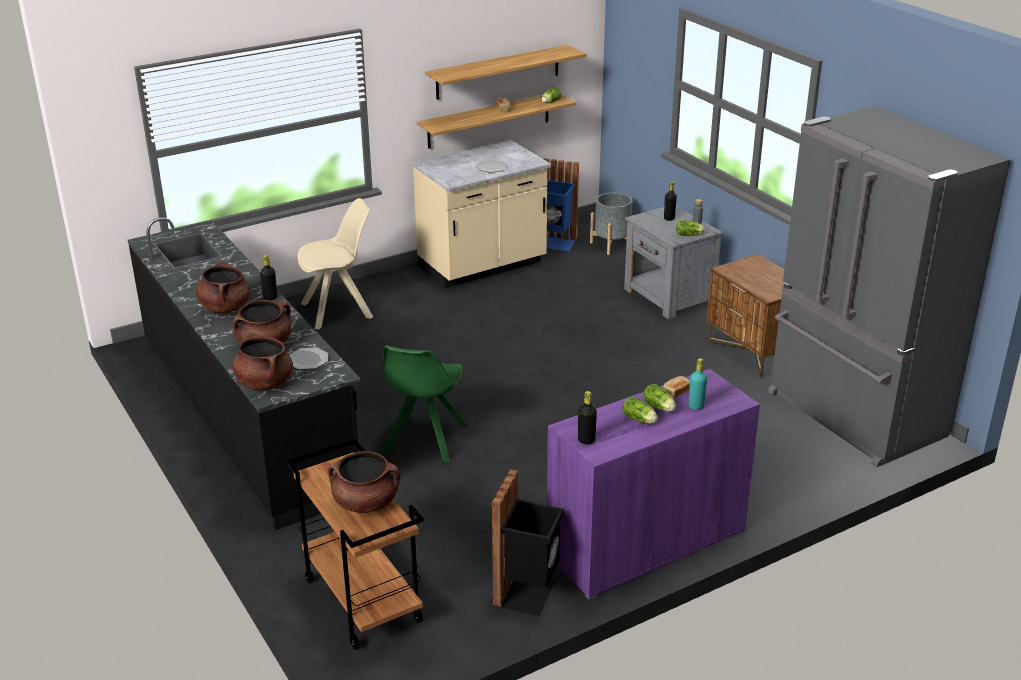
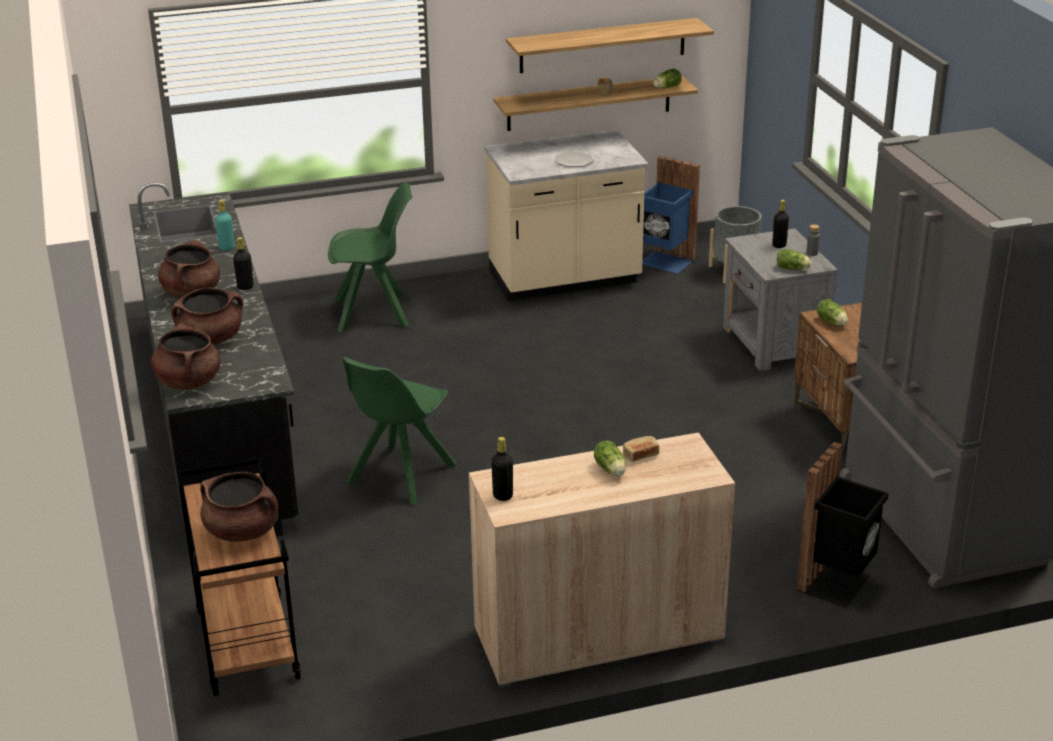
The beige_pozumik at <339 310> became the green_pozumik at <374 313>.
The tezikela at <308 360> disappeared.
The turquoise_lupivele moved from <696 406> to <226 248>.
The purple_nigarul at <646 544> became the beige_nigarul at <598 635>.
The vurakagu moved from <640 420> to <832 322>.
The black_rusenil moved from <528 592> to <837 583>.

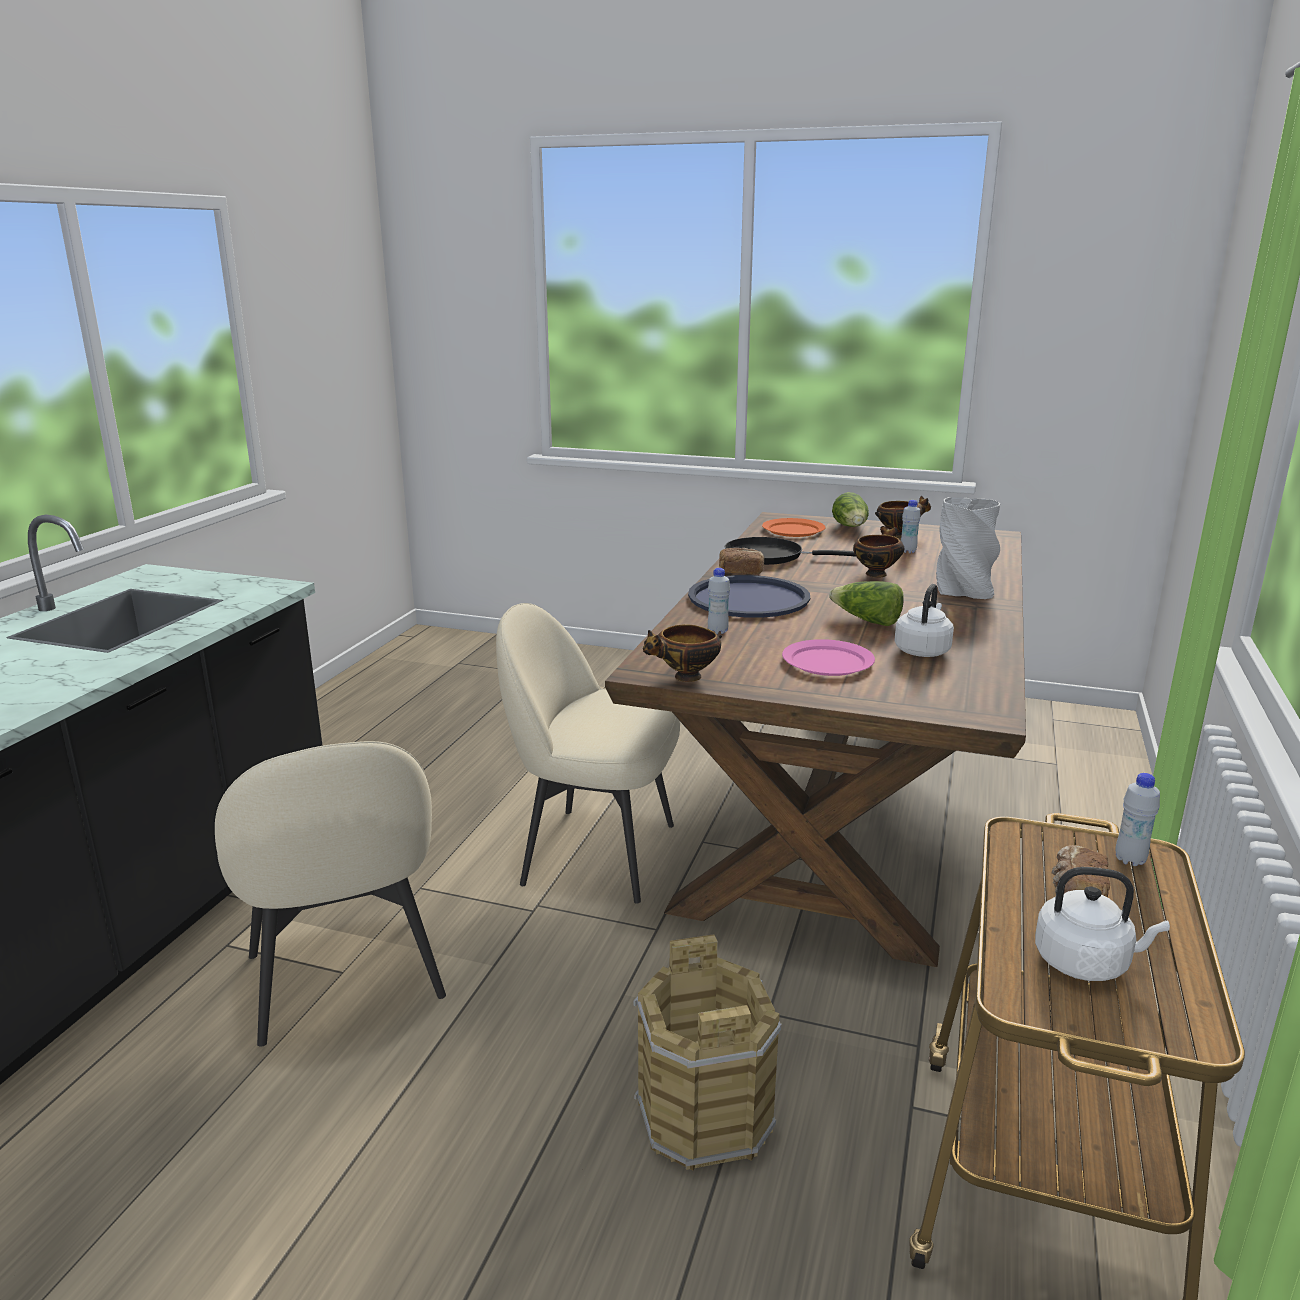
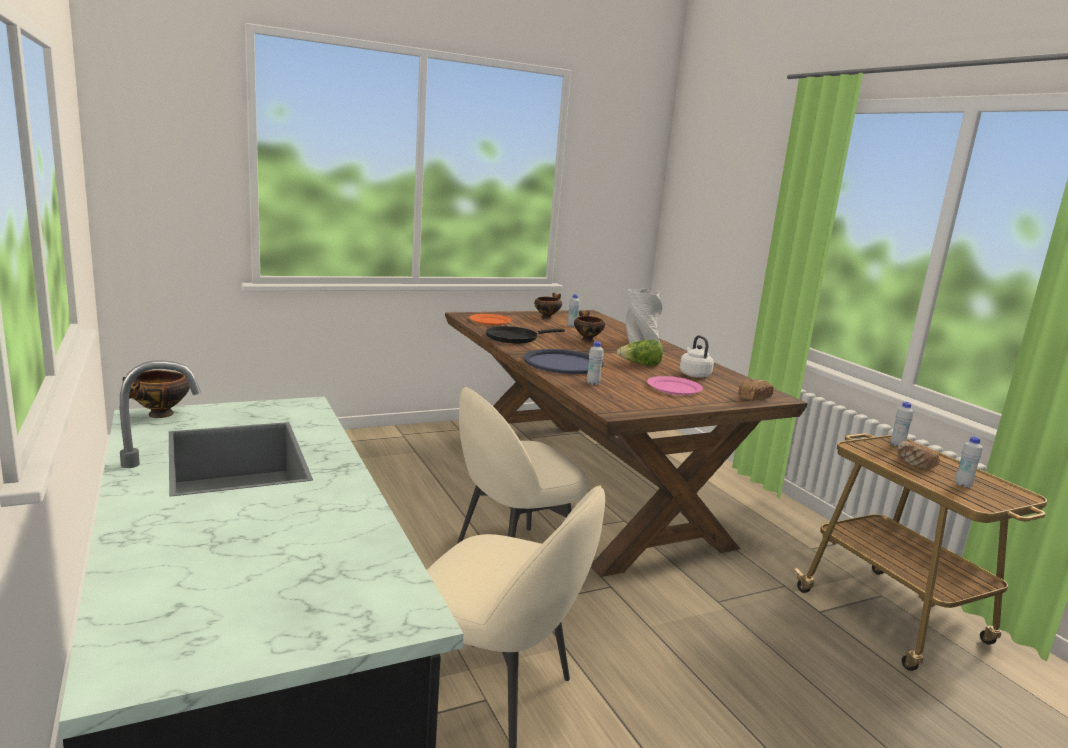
The vurakagu at <851 528> disappeared.
The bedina moved from <741 572> to <753 398>.
The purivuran moved from <685 678> to <159 415>.
The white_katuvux at <1086 963> was replaced by the white_lupivele at <962 485>.
The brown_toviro at <703 1116> disappeared.

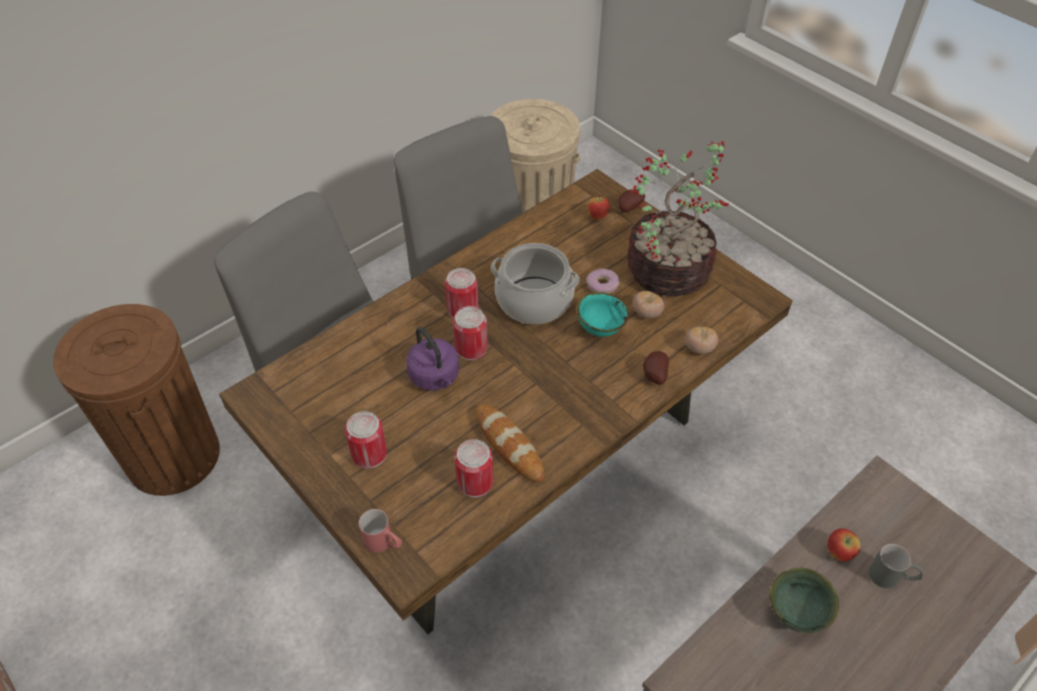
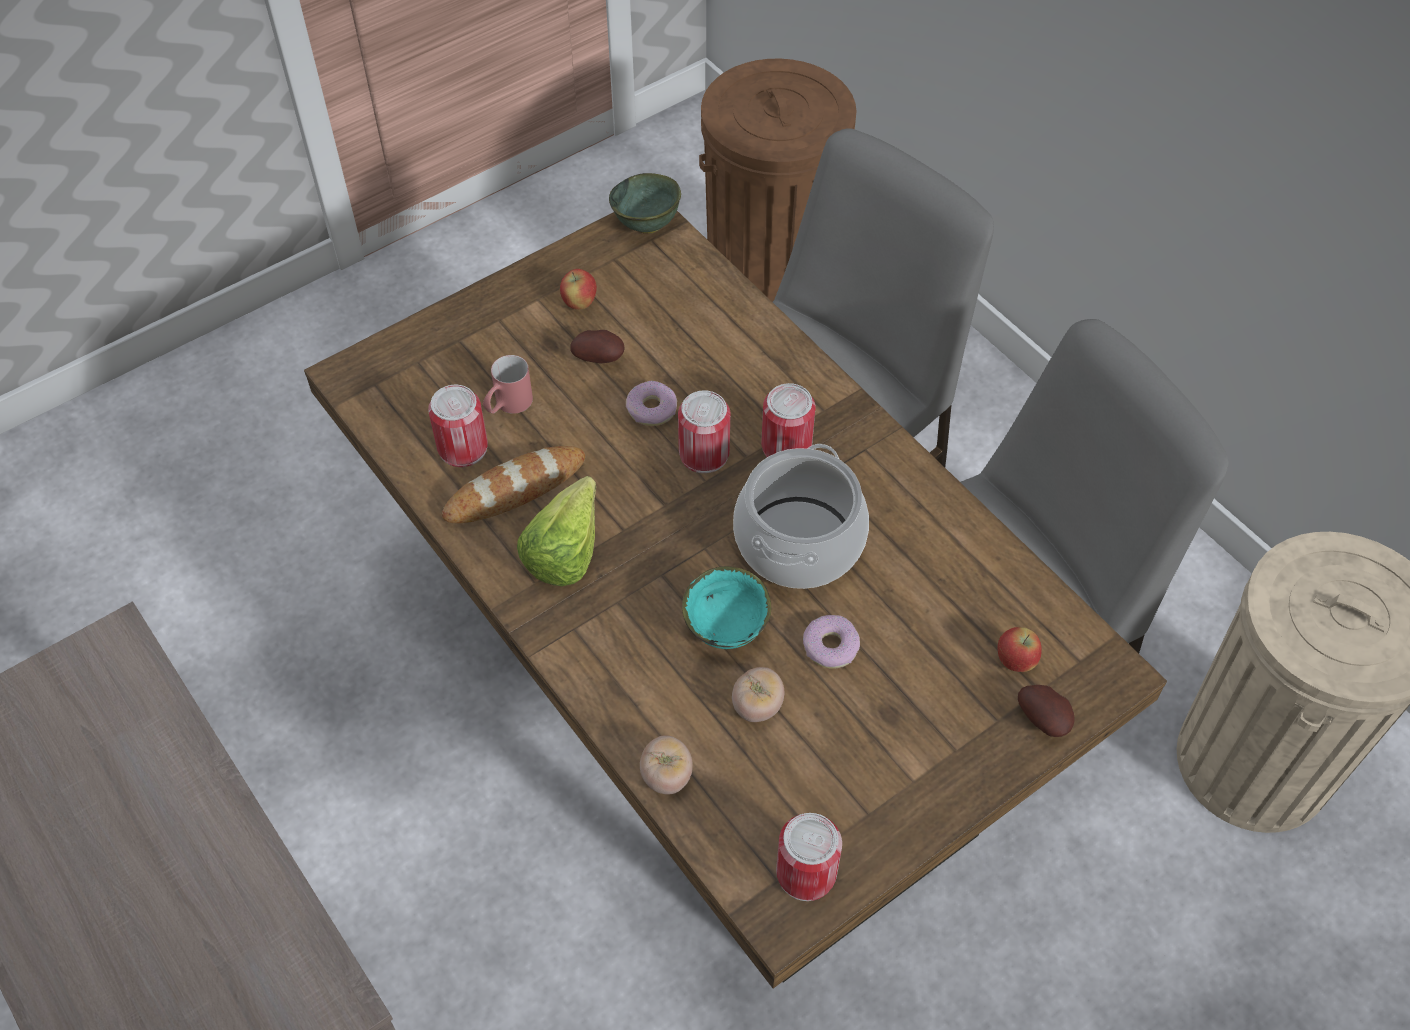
The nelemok at <670 270> disappeared.
The purple_katuvux at <435 377> was replaced by the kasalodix at <651 409>.
The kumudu moved from <653 375> to <600 357>.
The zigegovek moved from <369 454> to <806 873>.
The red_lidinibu moved from <384 543> to <507 406>.
The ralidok moved from <838 553> to <579 303>.
The grey_lidinibu at <891 577> disappeared.
The green_purivuran moved from <797 614> to <646 225>.
The vurakagu at <571 545> appeared.

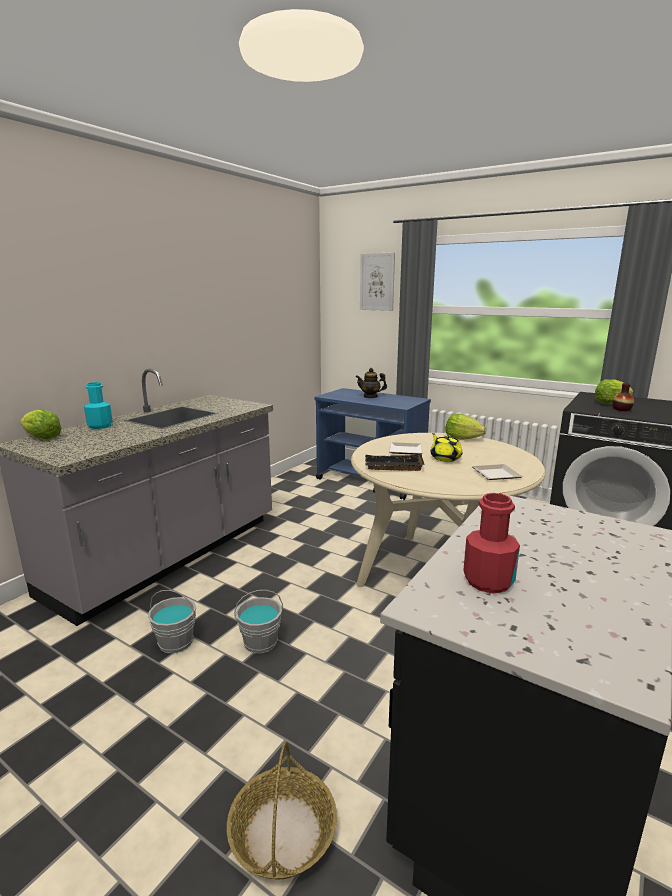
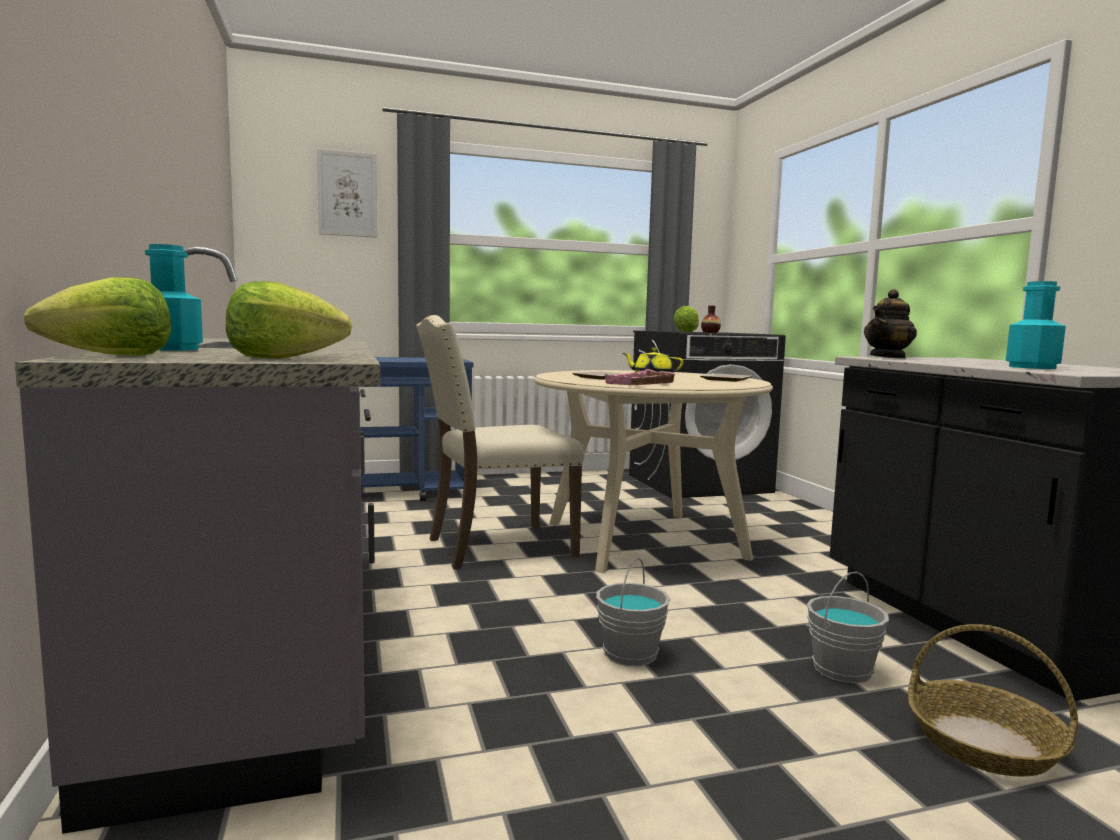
The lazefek moved from <370 396> to <888 357>.
The vurakagu moved from <462 438> to <283 358>.
The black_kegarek at <393 467> became the pink_kegarek at <642 384>.
The red_lupivele at <488 581> became the turquoise_lupivele at <1032 367>.
The grey_toviro moved from <176 642> to <841 669>.
The beige_pozumik at <497 547> appeared.

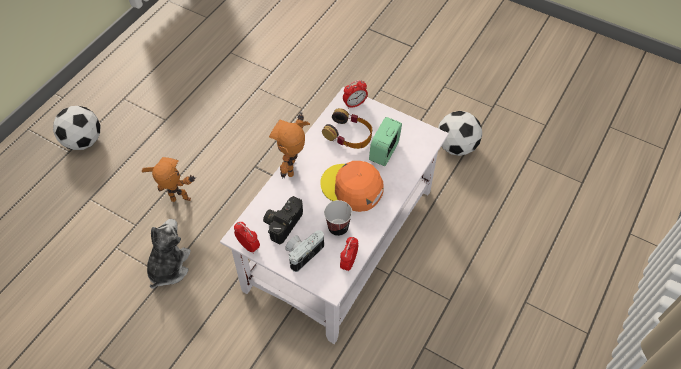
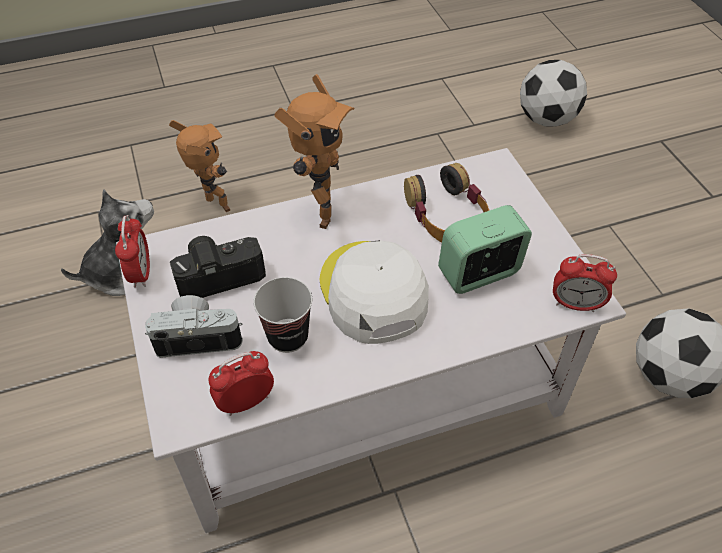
The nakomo moved from <354 104> to <575 304>.
The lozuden moved from <83 141> to <546 119>.
The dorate at <295 169> turned 135 degrees clockwise.
The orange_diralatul at <352 188> became the white_diralatul at <372 293>.

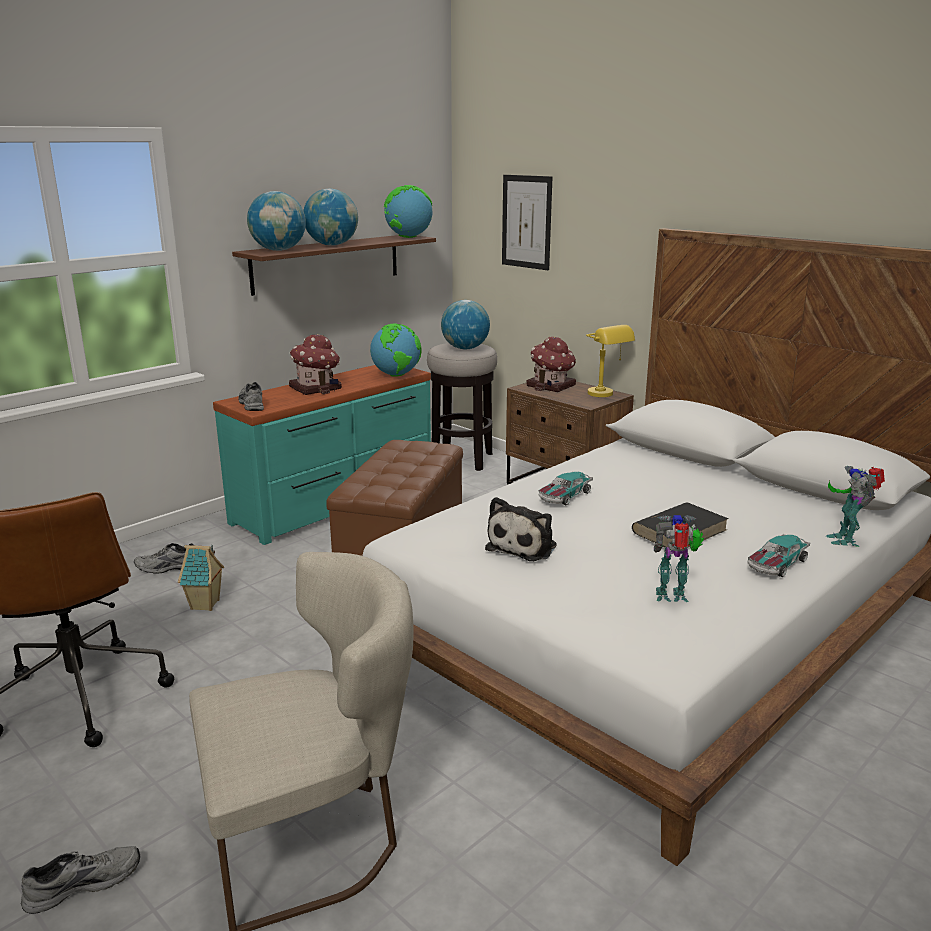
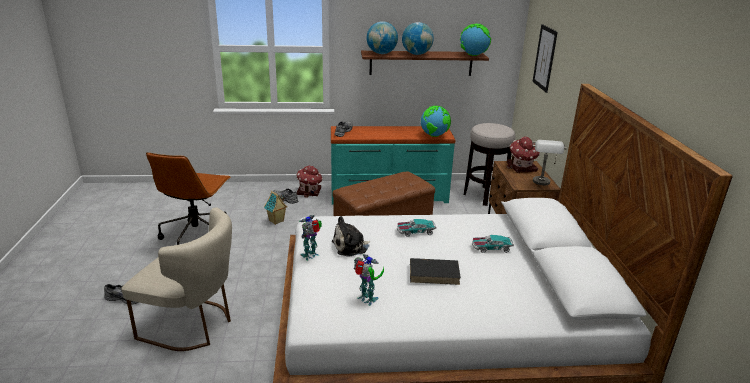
The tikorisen at <465 348> disappeared.
The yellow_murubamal at <606 395> became the grey_murubamal at <542 184>.
The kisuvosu moved from <316 388> to <309 191>.
The dorate moved from <845 539> to <311 255>.
The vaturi moved from <776 564> to <491 248>.

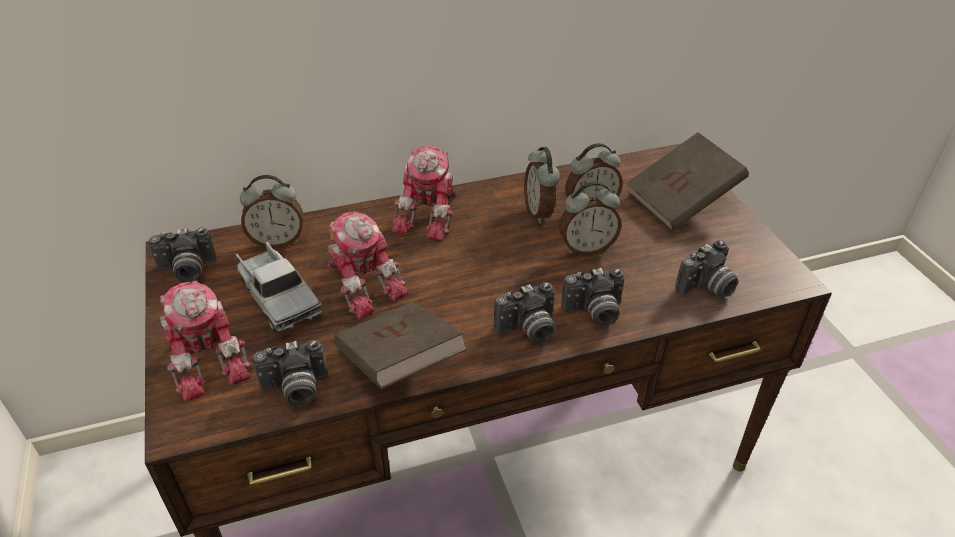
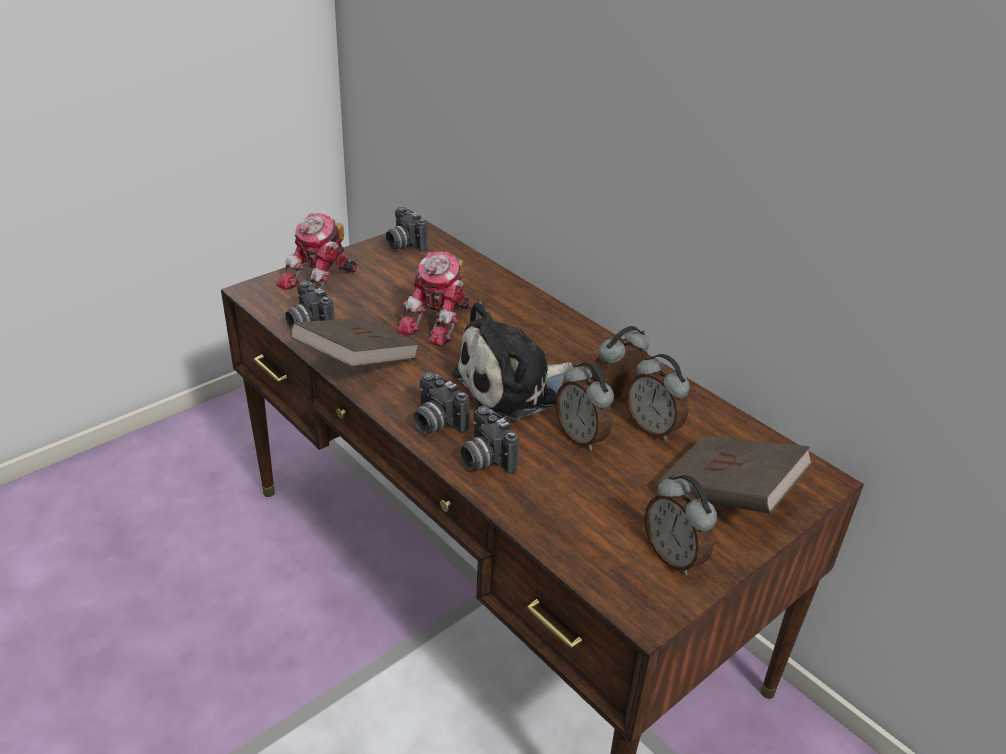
The dorate at <431 215> disappeared.
The nakomo moved from <277 241> to <674 556>.
The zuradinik at <707 288> disappeared.
The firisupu at <278 297> disappeared.
The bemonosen at <512 387> appeared.

